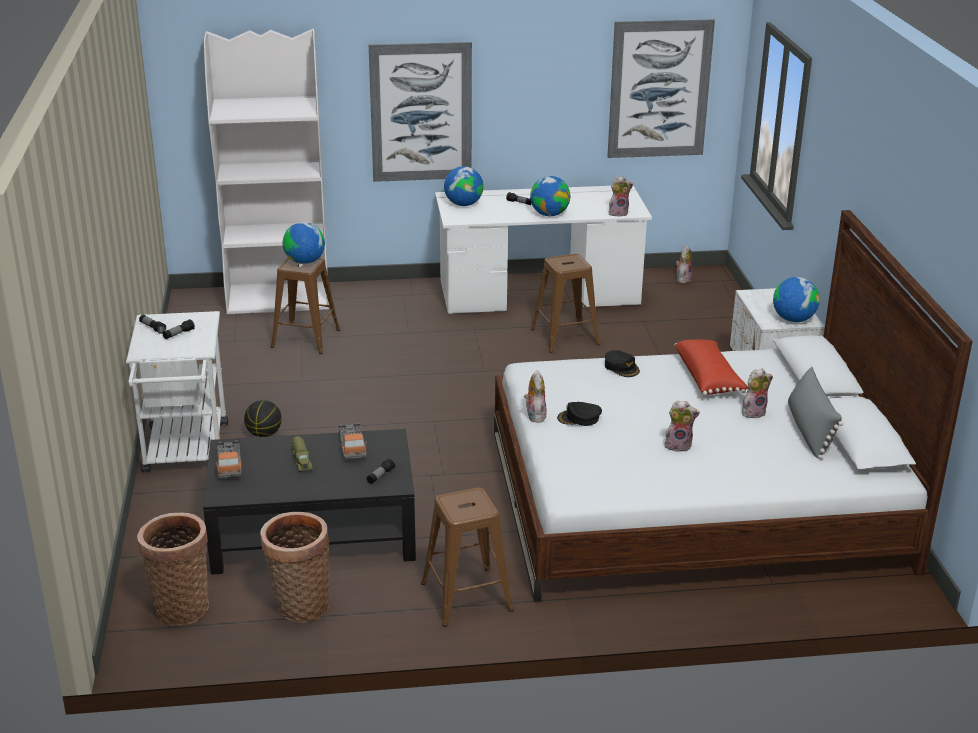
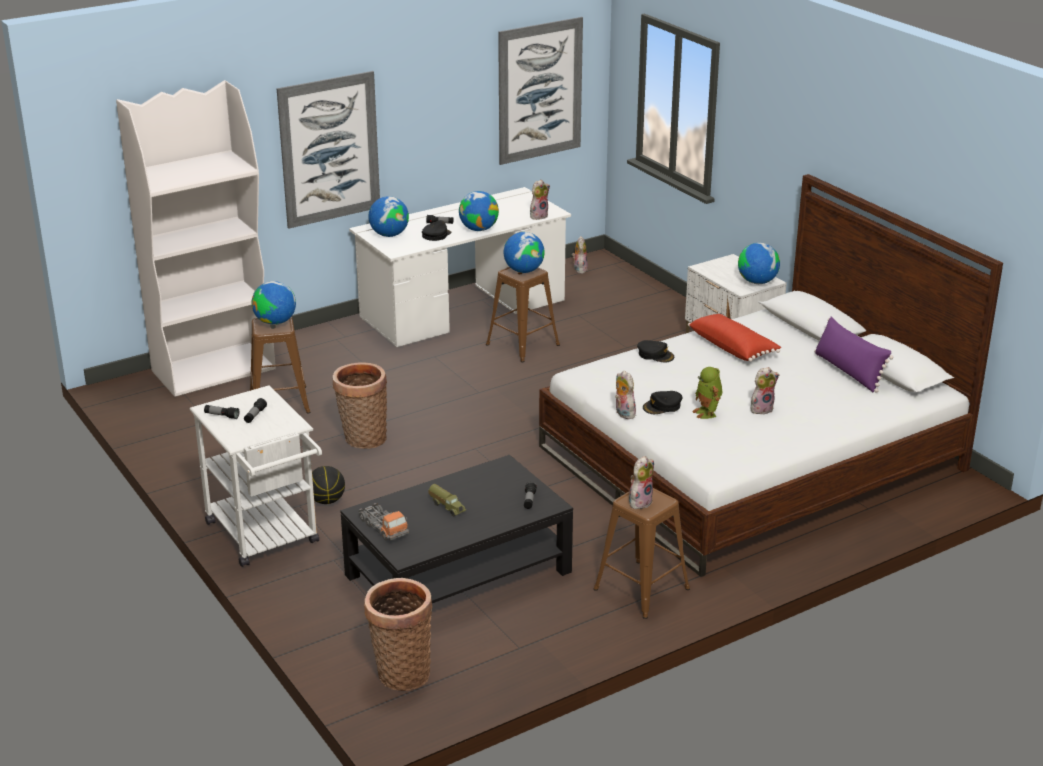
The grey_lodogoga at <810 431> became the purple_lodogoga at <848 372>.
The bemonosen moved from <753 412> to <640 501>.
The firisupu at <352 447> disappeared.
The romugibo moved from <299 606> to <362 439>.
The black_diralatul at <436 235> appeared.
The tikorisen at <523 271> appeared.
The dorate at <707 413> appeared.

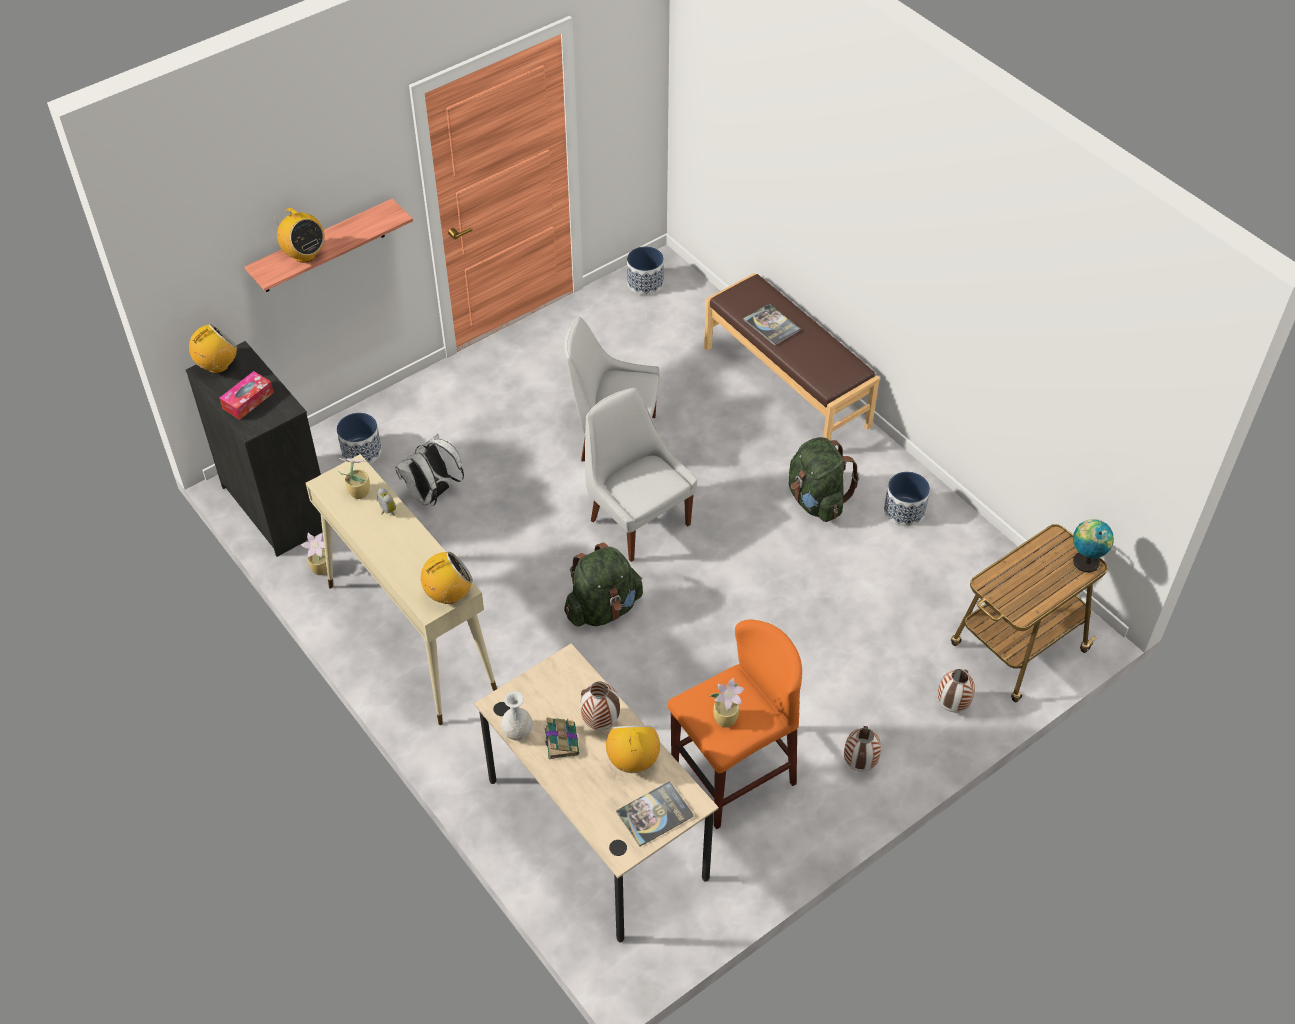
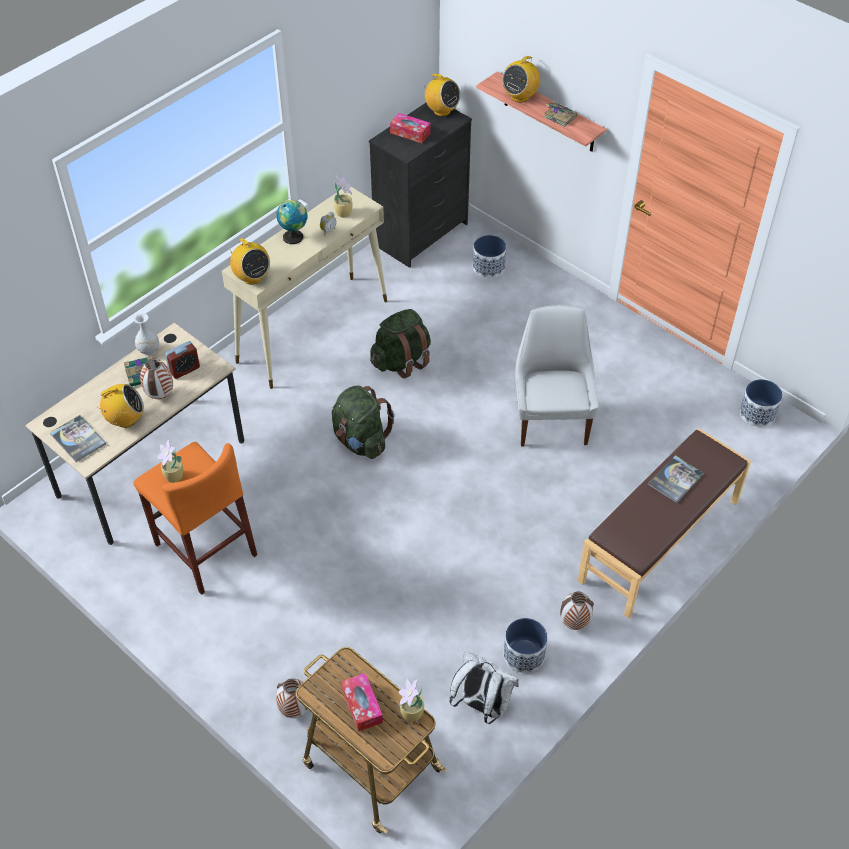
The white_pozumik at <637 520> disappeared.
The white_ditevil moved from <432 495> to <482 705>.
The green_ditevil moved from <816 500> to <401 361>.
The tikorisen moved from <1085 560> to <294 236>.
The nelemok moved from <322 569> to <411 714>.
The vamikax moved from <860 765> to <573 624>.
The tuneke at <559 116> appeared.
The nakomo at <184 369> appeared.
The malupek at <362 706> appeared.

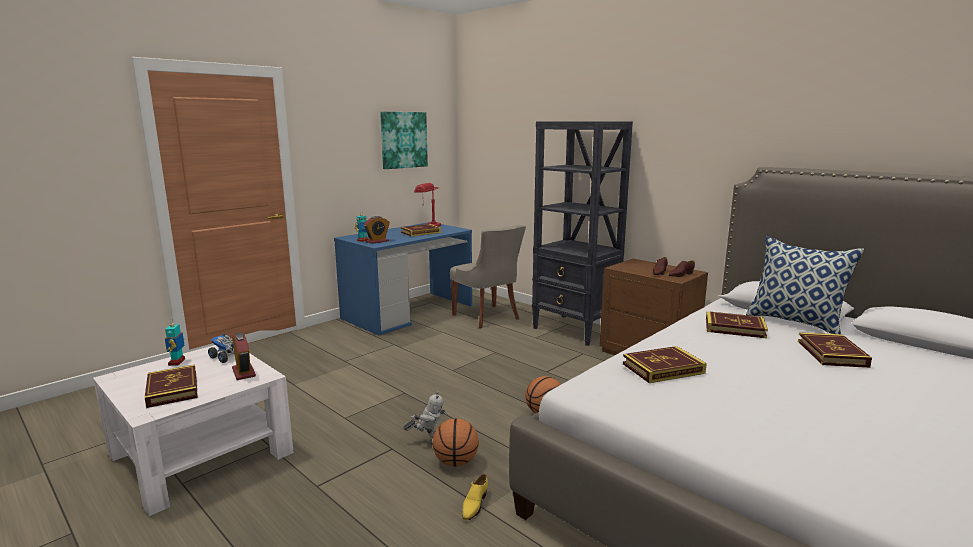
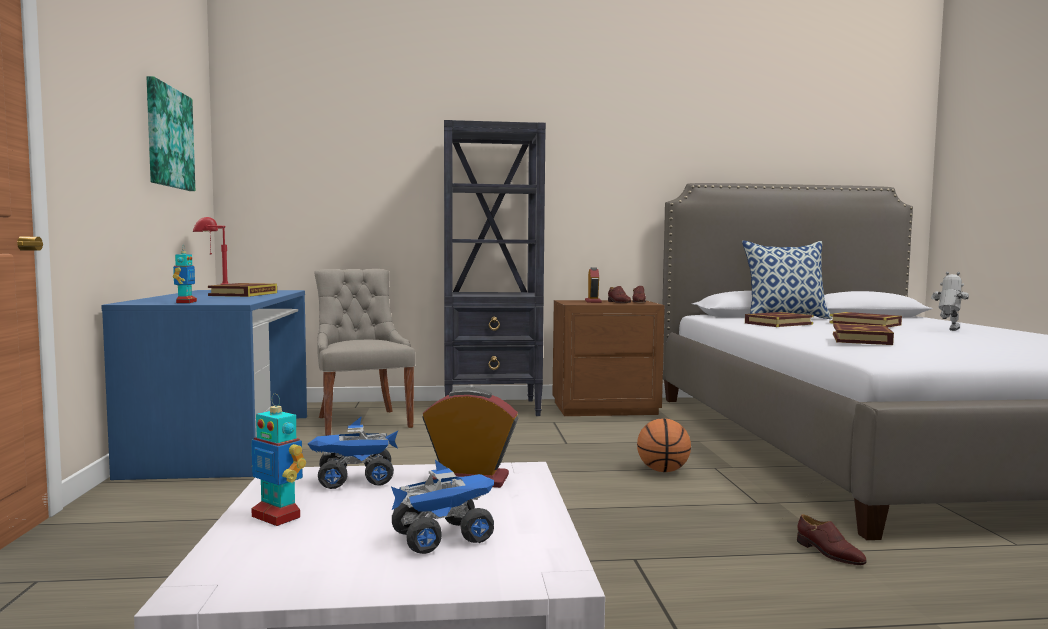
The nakomo moved from <377 241> to <593 301>.
The grey_pozumik at <487 317> turned 120 degrees counterclockwise.
The tuneke at <172 389> was replaced by the firisupu at <443 537>.
The dorate moved from <428 442> to <948 330>.
The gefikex at <455 462> disappeared.
The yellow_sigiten at <474 505> became the brown_sigiten at <829 553>.

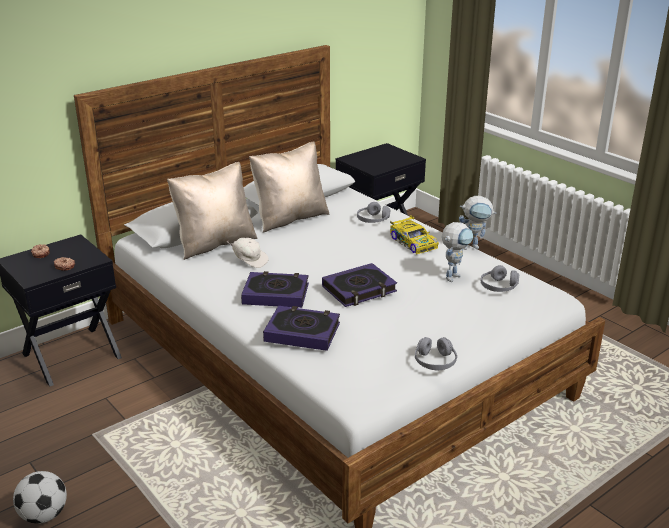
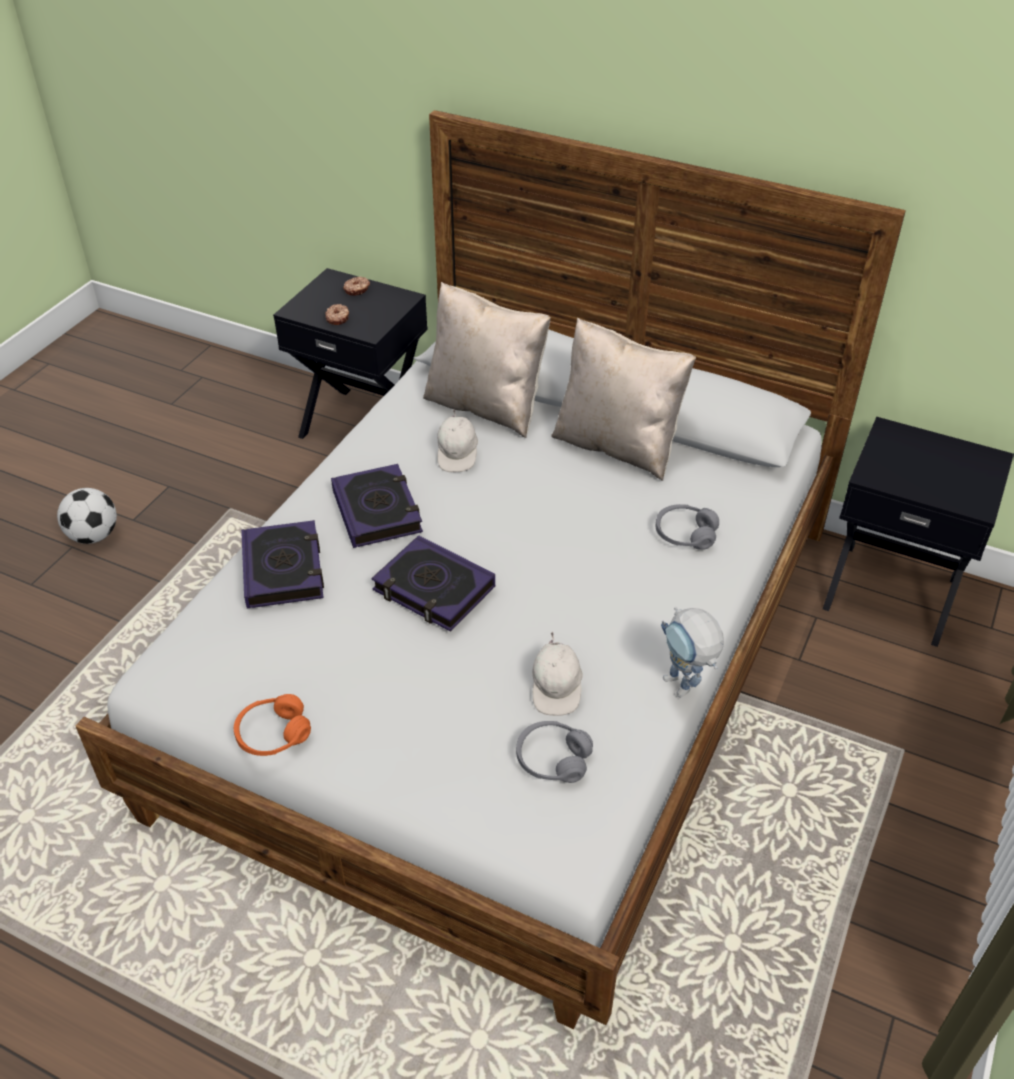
The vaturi at <413 242> disappeared.
The dorate at <454 275> was replaced by the white_diralatul at <556 688>.
The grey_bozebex at <435 362> became the orange_bozebex at <273 734>.

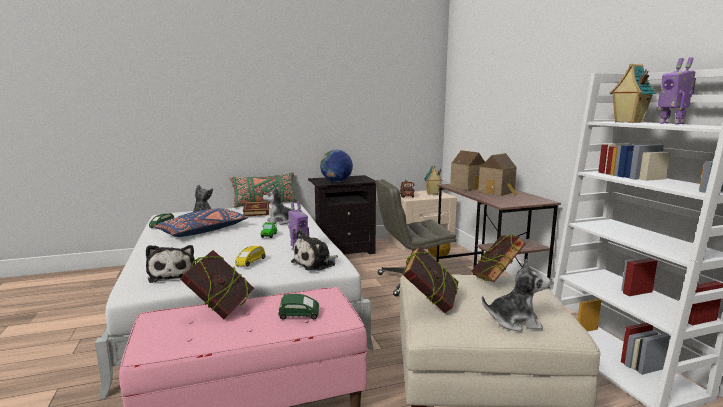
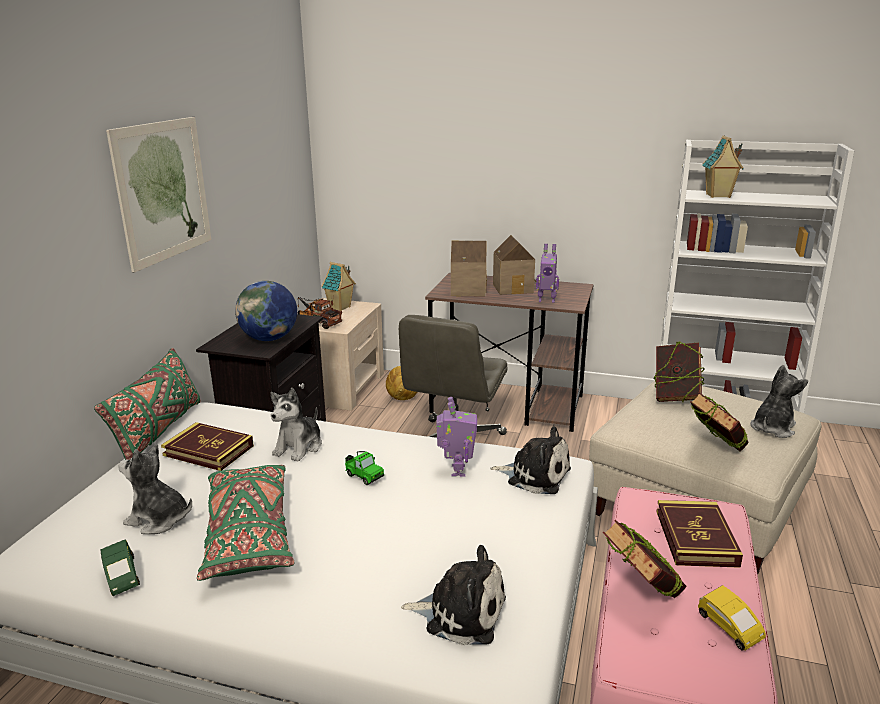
The dorate moved from <672 123> to <546 300>.
The blue_lodogoga at <203 231> became the green_lodogoga at <249 533>.
The bemonosen at <316 263> turned 60 degrees counterclockwise.
The yellow_vaturi moved from <250 263> to <728 628>.
The green_vaturi at <299 316> was replaced by the tuneke at <696 538>.
The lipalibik at <163 191> appeared.

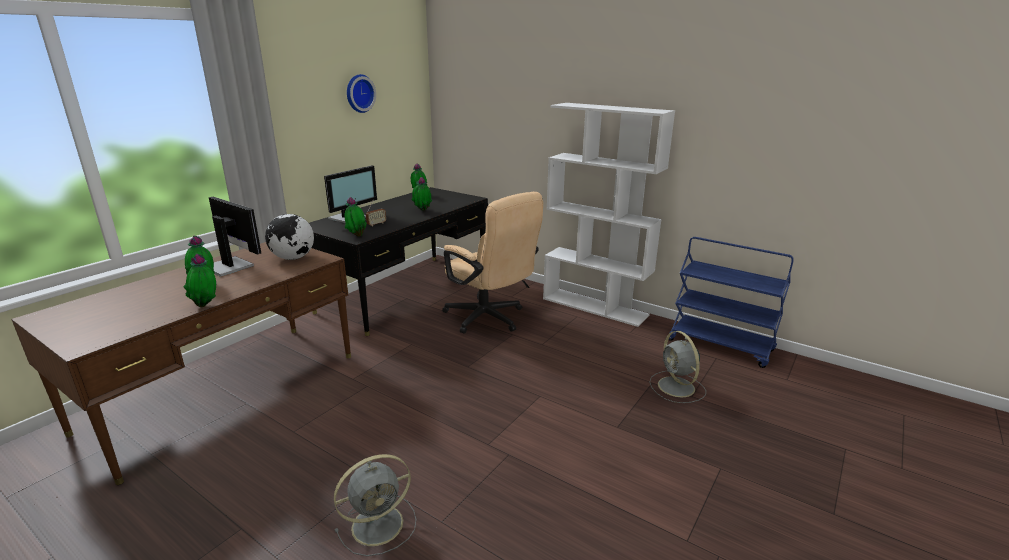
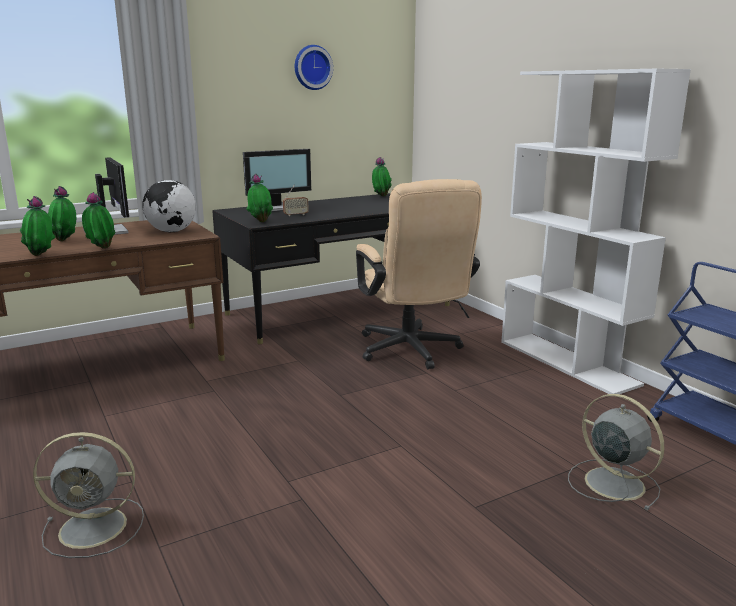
The nelemok moved from <422 211> to <101 249>.
The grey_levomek at <677 388> turned 135 degrees clockwise.

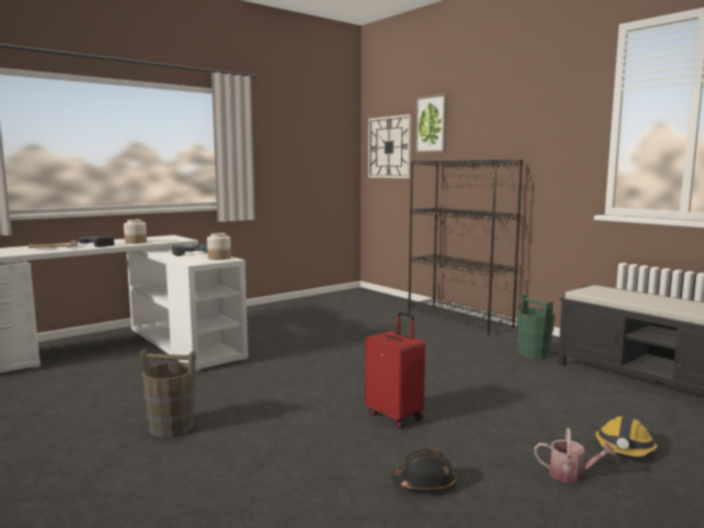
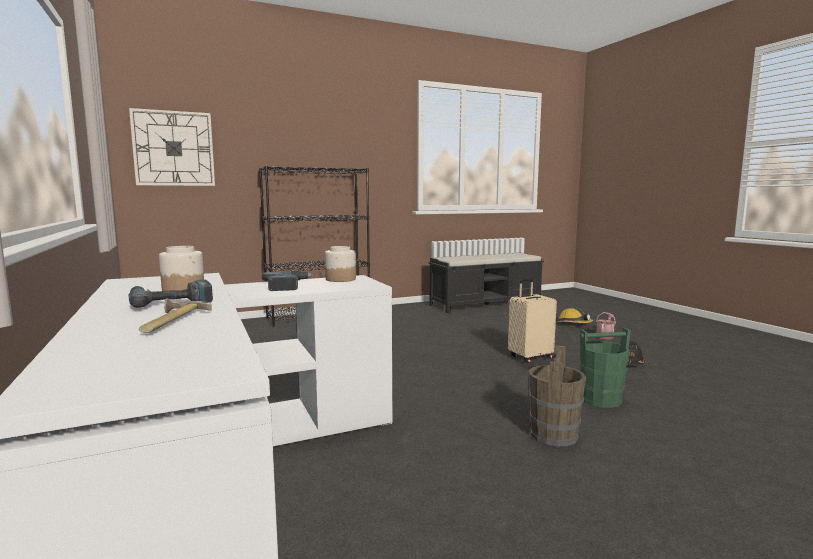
The lipalibik at <432 124> disappeared.
The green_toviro moved from <533 353> to <601 399>.
The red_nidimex at <395 416> became the beige_nidimex at <530 357>.

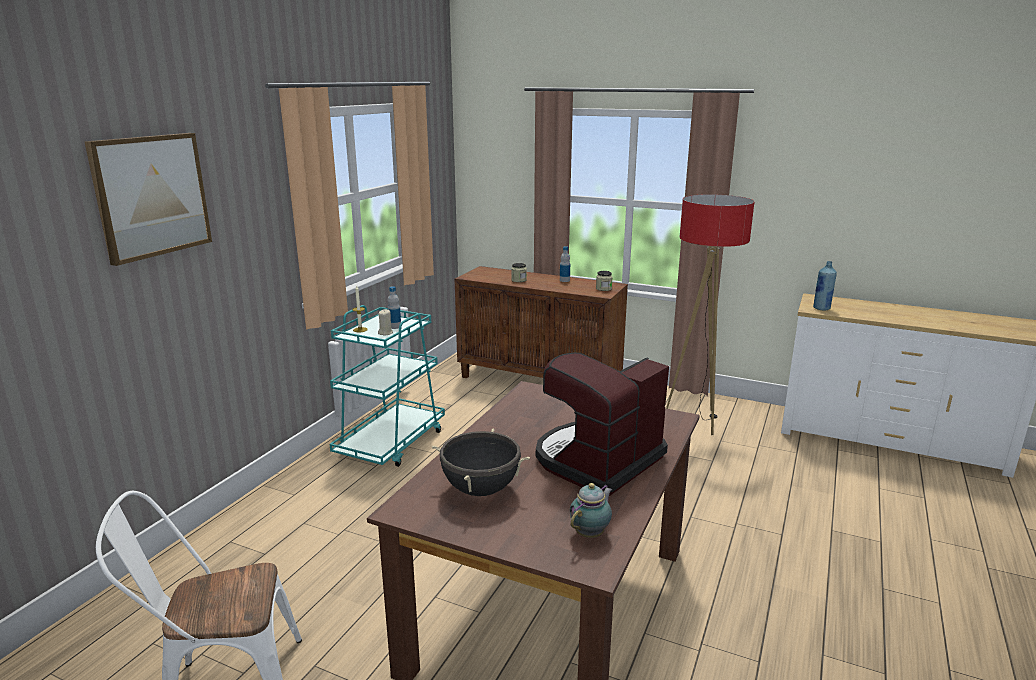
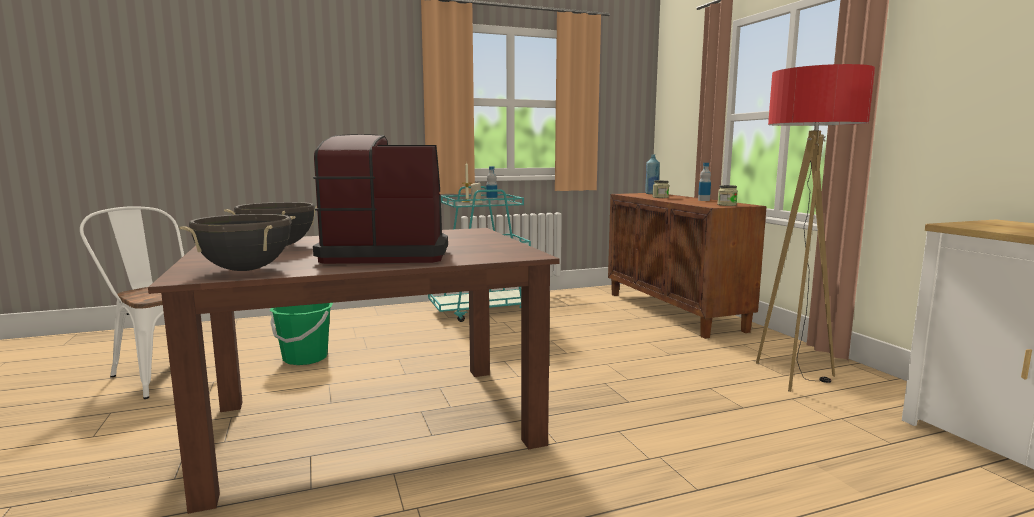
The lipalibik at <151 196> disappeared.
The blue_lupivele moved from <821 308> to <651 194>.
The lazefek at <591 533> was replaced by the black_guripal at <245 270>.
The green_toviro at <305 358> appeared.

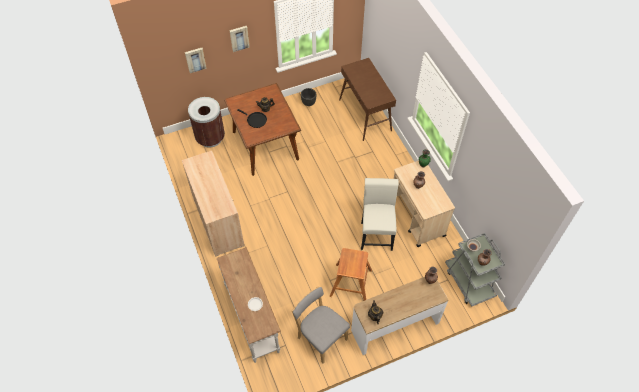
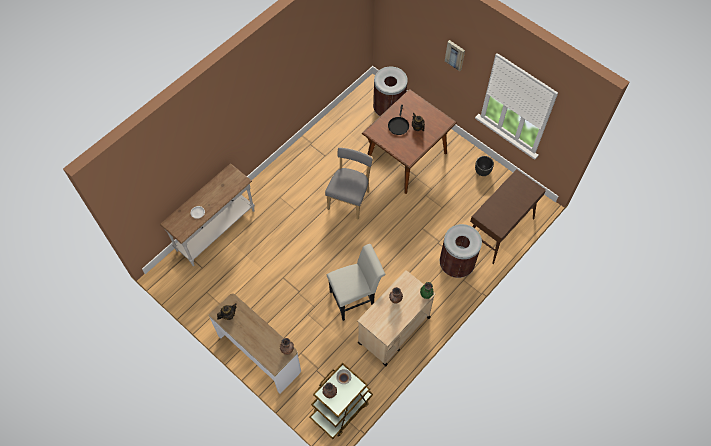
The lipalibik at <195 59> disappeared.
The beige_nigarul at <218 220> disappeared.
The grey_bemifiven at <469 282> became the brown_bemifiven at <341 408>.
The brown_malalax at <350 284> disappeared.
The grey_pozumik moved from <320 337> to <349 198>.
The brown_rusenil at <456 264> appeared.

